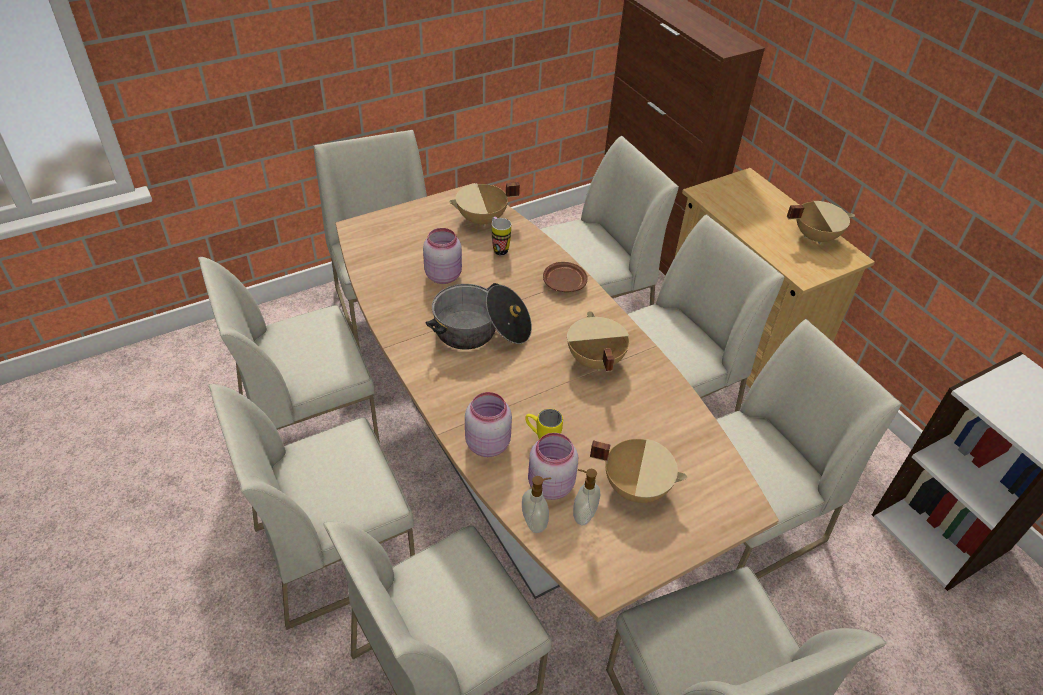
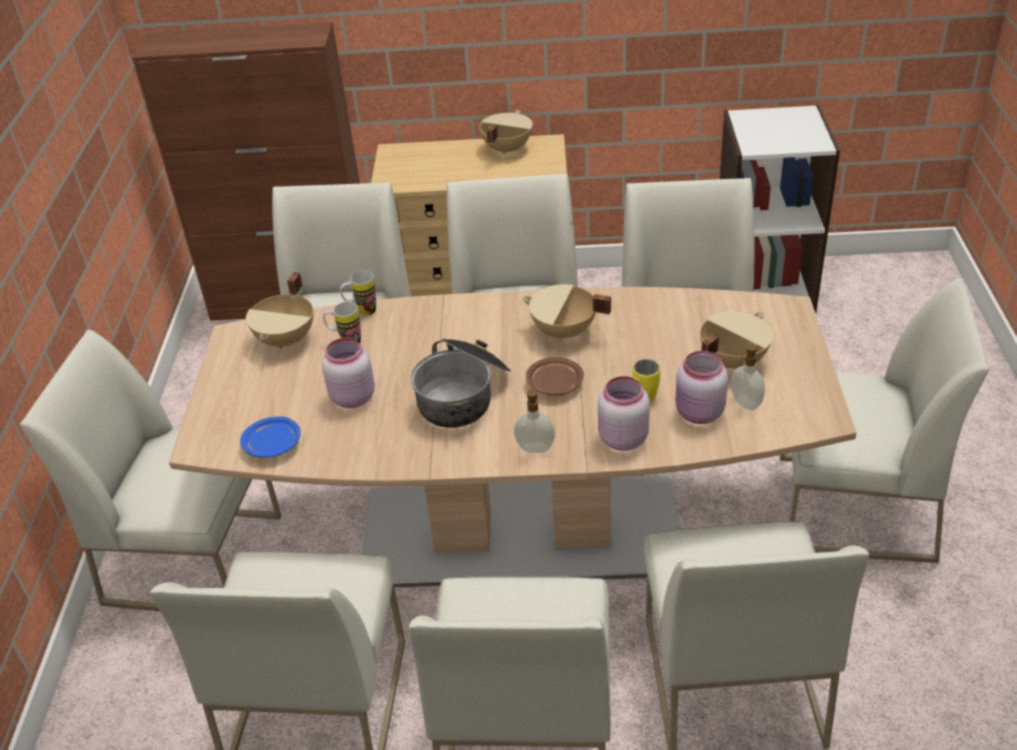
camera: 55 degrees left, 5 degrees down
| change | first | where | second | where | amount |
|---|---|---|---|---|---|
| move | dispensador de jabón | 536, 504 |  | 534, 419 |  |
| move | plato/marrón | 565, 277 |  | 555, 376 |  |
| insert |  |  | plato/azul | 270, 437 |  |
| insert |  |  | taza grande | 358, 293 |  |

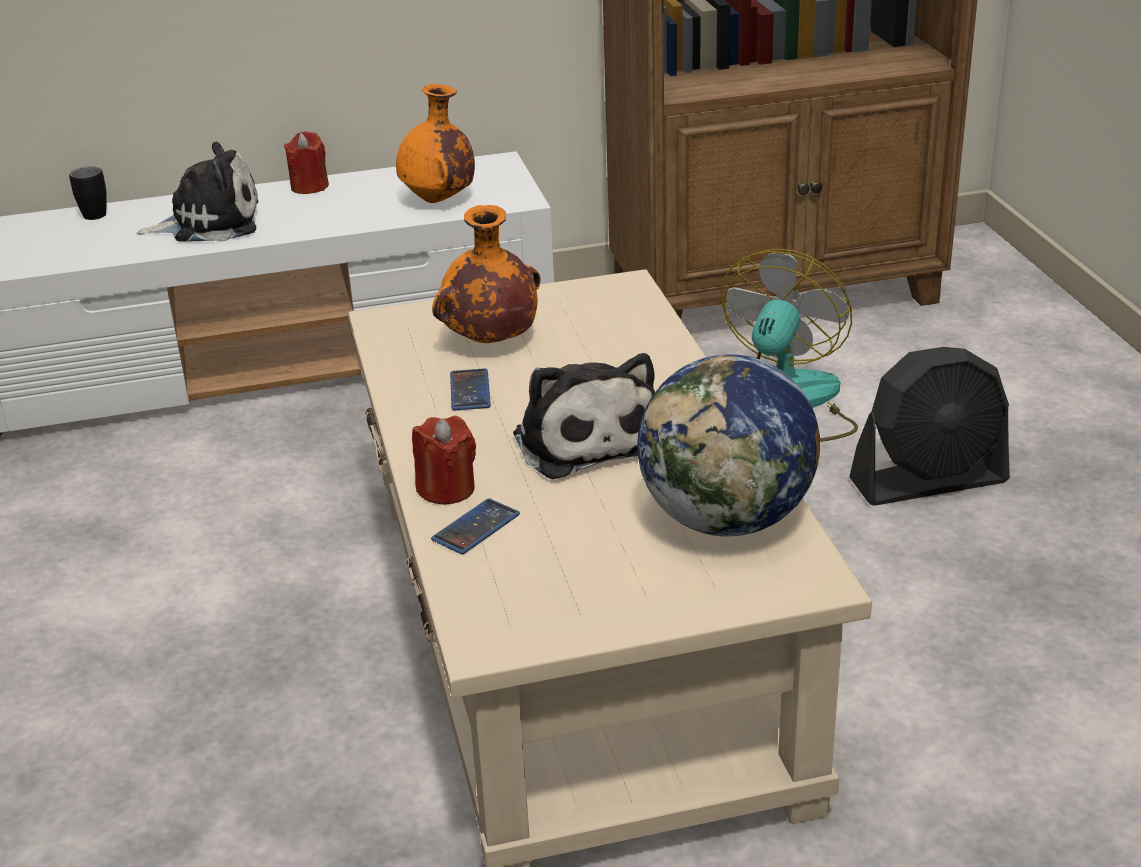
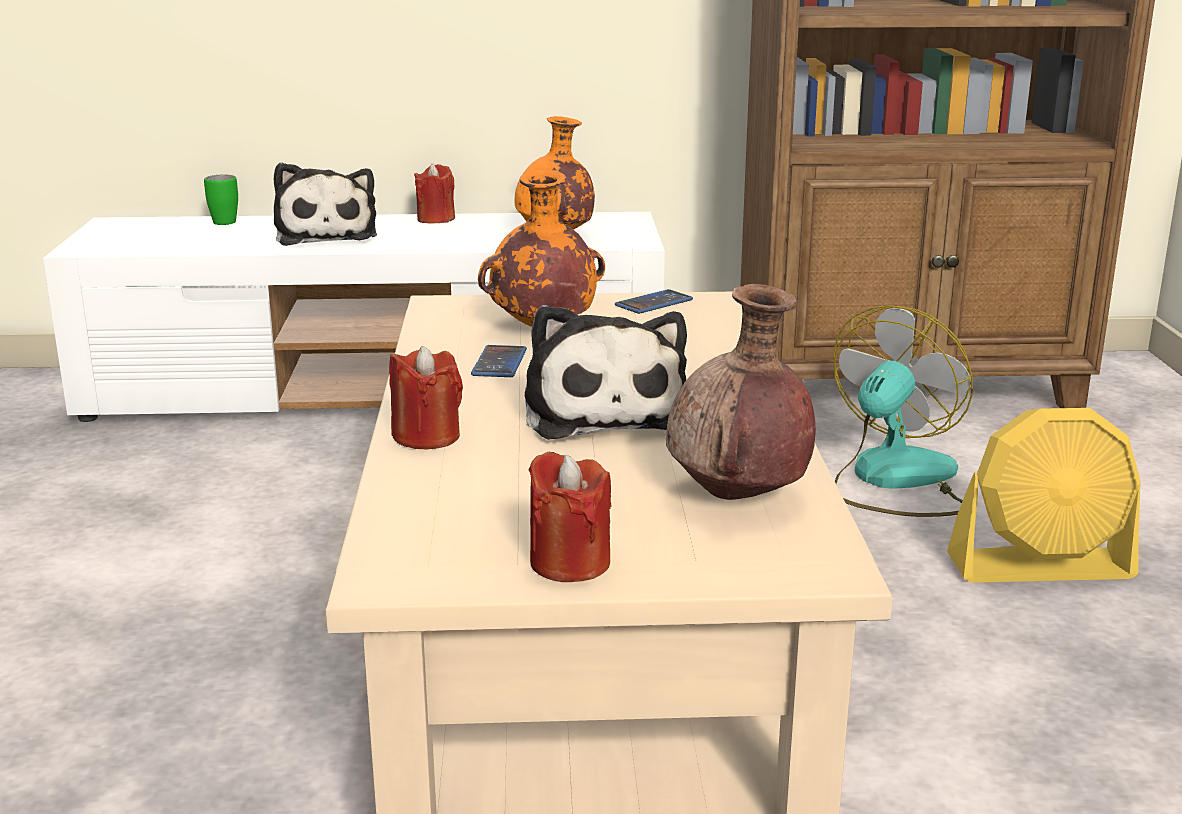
camera: 10 degrees right, 10 degrees down
| change | first | where | second | where | amount |
|---|---|---|---|---|---|
| recolor | taza grande/negro | 87, 193 | taza grande/verde | 221, 200 |  |
| rotate | peluche | 197, 192 |  | 325, 204 | 75 degrees clockwise |
| move | móvil | 475, 526 |  | 654, 301 |  |
| replace | globo terráqueo | 728, 445 | florero/marrón | 741, 392 |  |
| recolor | ventilador/negro | 929, 426 | ventilador/amarillo | 1044, 495 |  |
| insert |  |  | vela/rojo | 570, 516 |  |

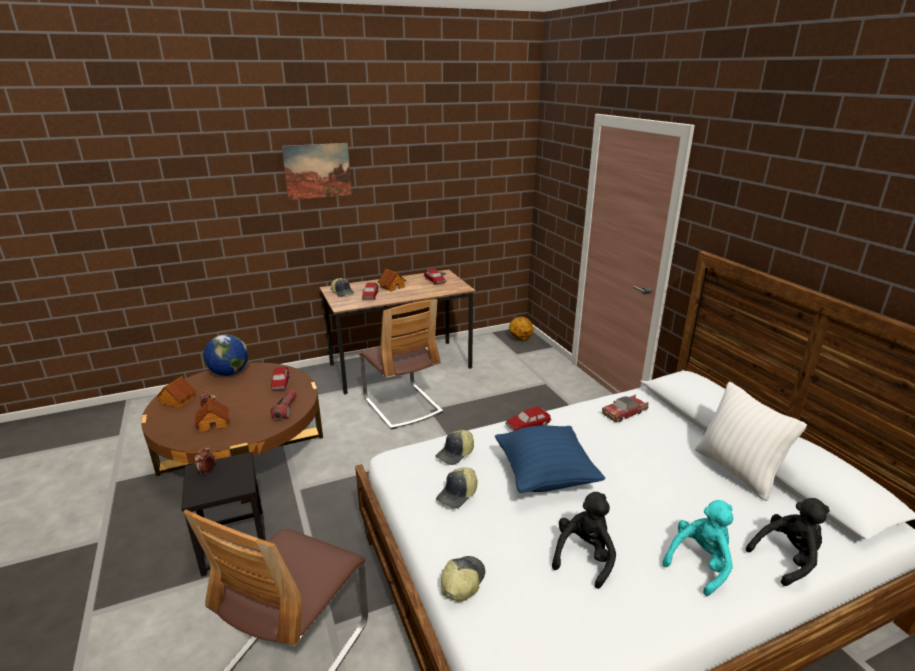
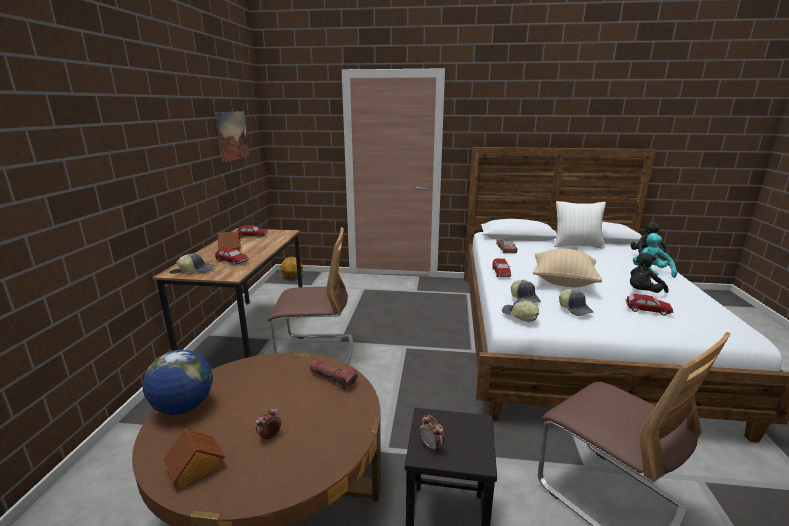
camera: 60 degrees left, 5 degrees down
| change | first | where | second | where | amount |
|---|---|---|---|---|---|
| delete | casita | 212, 415 |  |  |  |
| move | coche de juguete | 280, 378 |  | 650, 305 |  |
| move | cuadro | 317, 171 |  | 233, 137 |  |
| move | gorra | 463, 579 |  | 520, 310 |  |
| recolor | cojín/azul | 550, 459 | cojín/beis | 567, 268 |  |
| rotate | peluche/negro | 584, 540 |  | 649, 273 | 90 degrees counterclockwise |

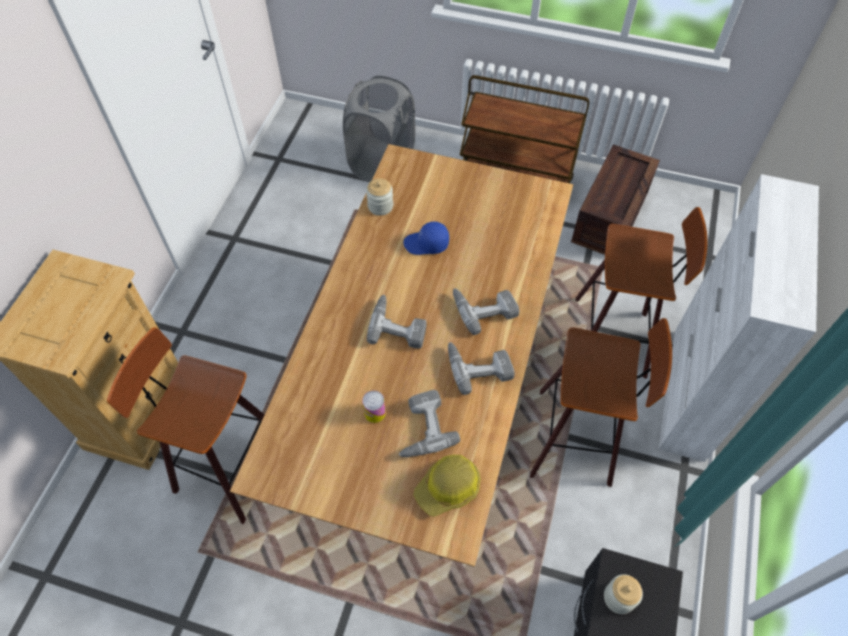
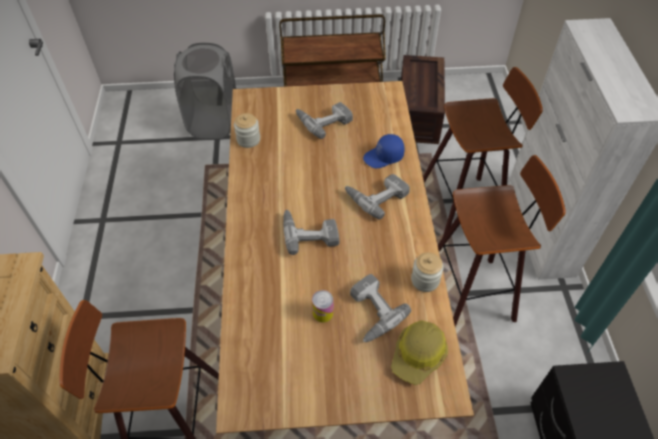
camera: 20 degrees left, 5 degrees down
| change | first | where | second | where | amount |
|---|---|---|---|---|---|
| move | gorra/azul | 426, 238 |  | 384, 151 |  |
| move | taladro | 481, 368 |  | 324, 120 |  |
| move | tarro | 623, 594 |  | 427, 272 |  |

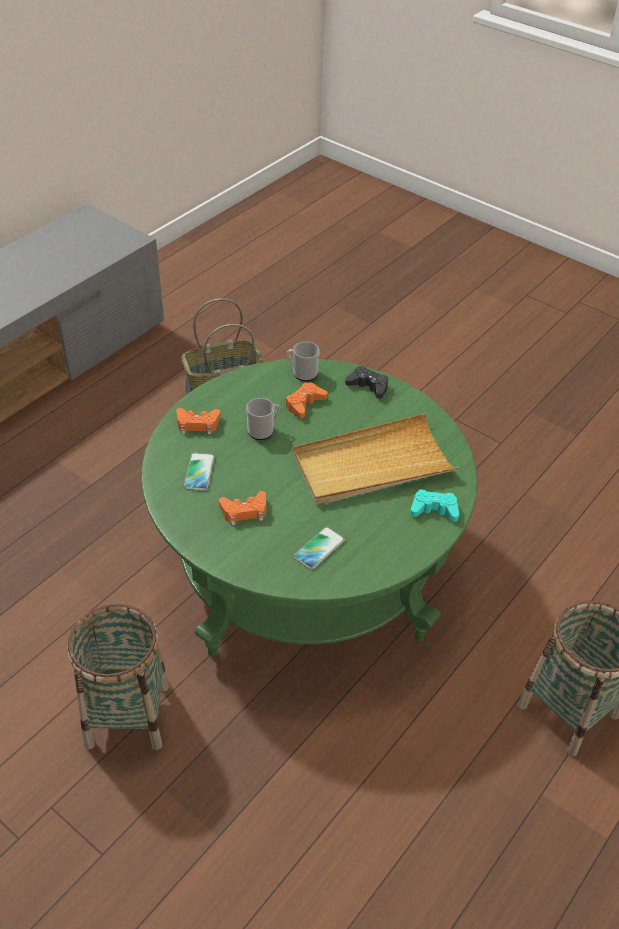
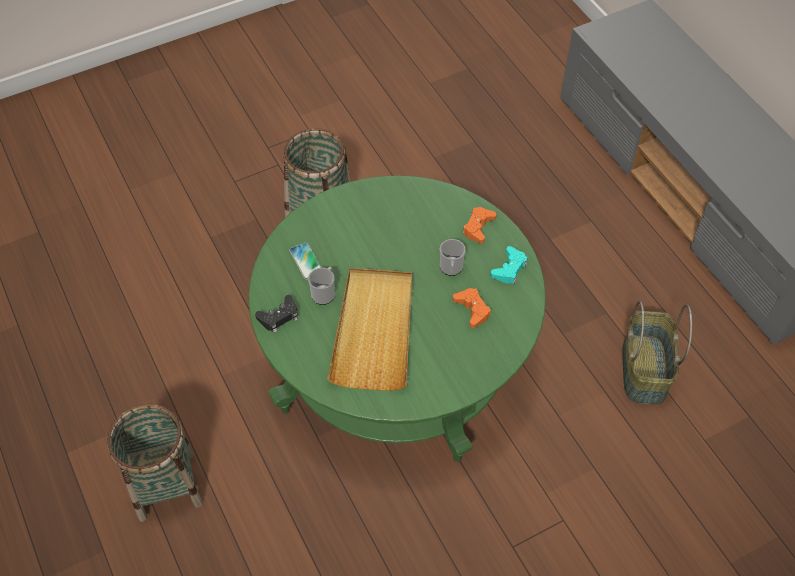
camera: 115 degrees right, 10 degrees up
| change | first | where | second | where | amount |
|---|---|---|---|---|---|
| delete | móvil | 199, 471 |  |  |  |
| delete | mando de consola/naranja | 242, 508 |  |  |  |
| move | taza grande | 303, 361 |  | 321, 286 |  |
| move | mando de consola/negro | 366, 382 |  | 276, 314 |  |
| move | mando de consola/turquesa | 434, 505 |  | 509, 265 |  |

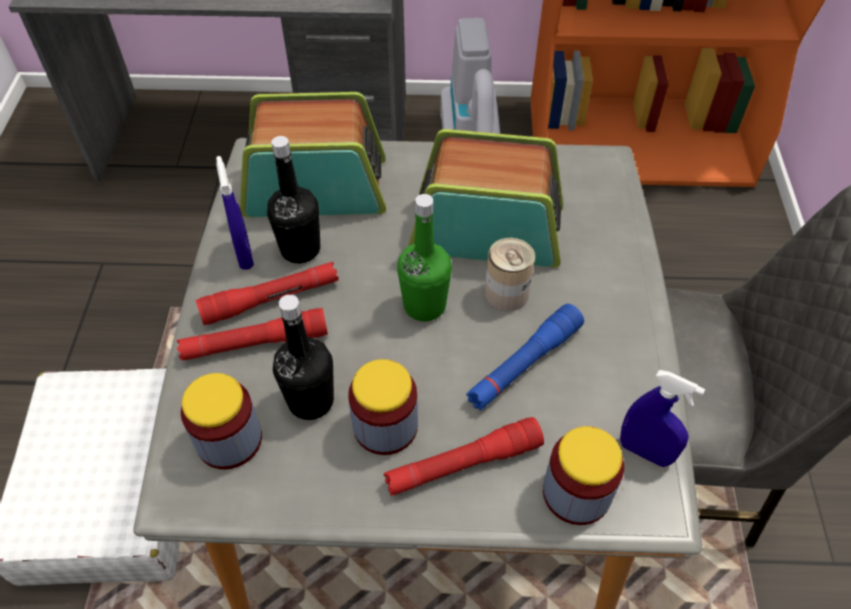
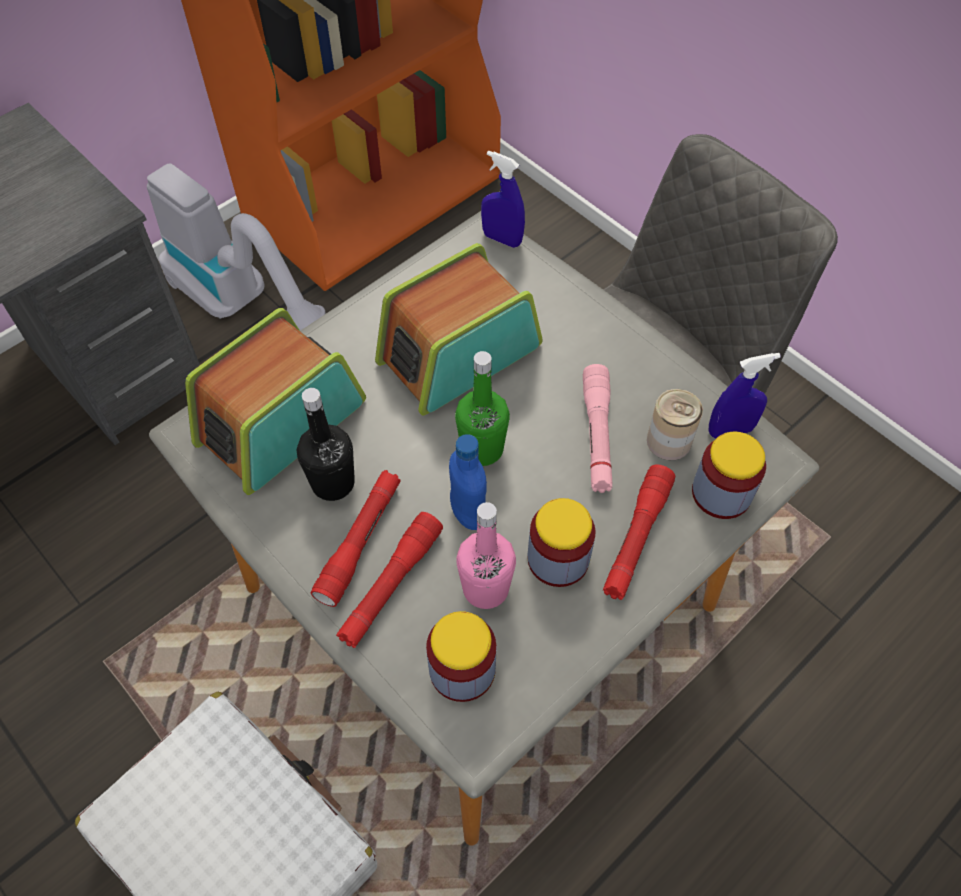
camera: 45 degrees left, 5 degrees up
| change | first | where | second | where | amount |
|---|---|---|---|---|---|
| move | pulverizador/azul | 235, 213 |  | 503, 199 |  |
| recolor | botella/negro | 303, 357 | botella/rosa | 486, 555 |  |
| recolor | linterna/azul | 525, 357 | linterna/rosa | 598, 428 |  |
| move | lata | 510, 274 |  | 675, 424 |  |
| insert |  |  | botella/azul | 468, 482 |  |

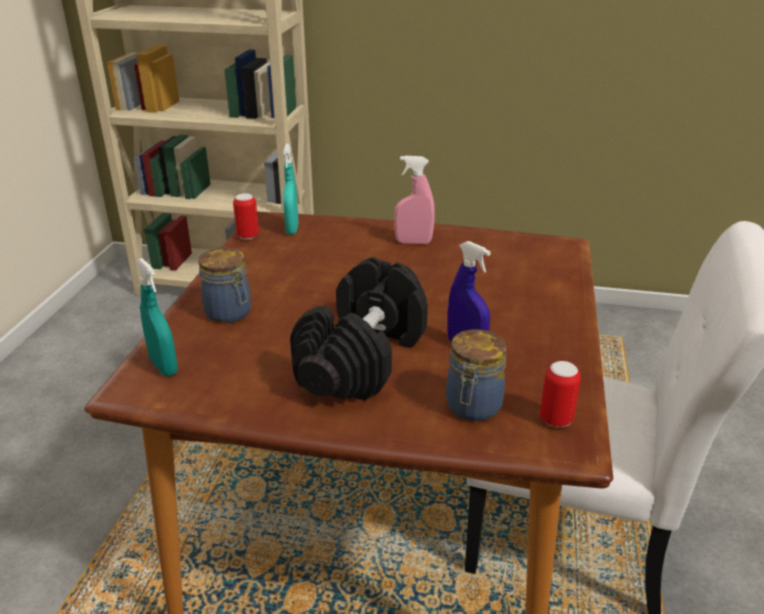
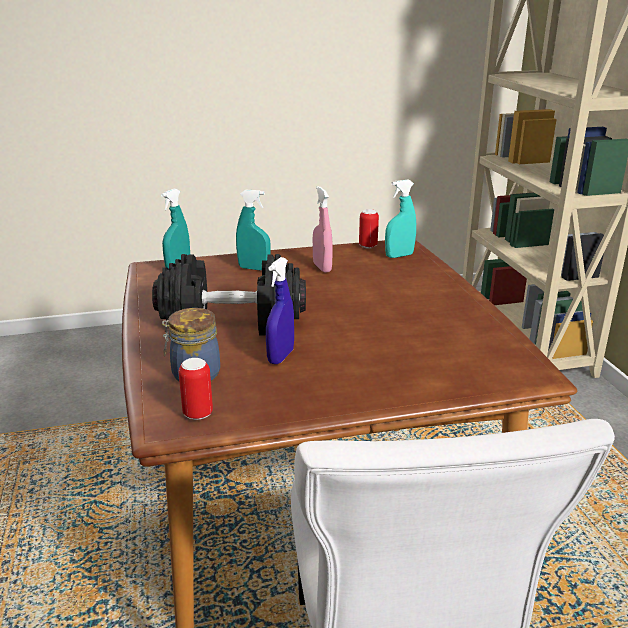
camera: 65 degrees right, 5 degrees down
| change | first | where | second | where | amount |
|---|---|---|---|---|---|
| replace | tarro | 224, 285 | pulverizador/turquesa | 253, 230 |  |
| move | pulverizador/rosa | 414, 200 |  | 323, 229 |  |

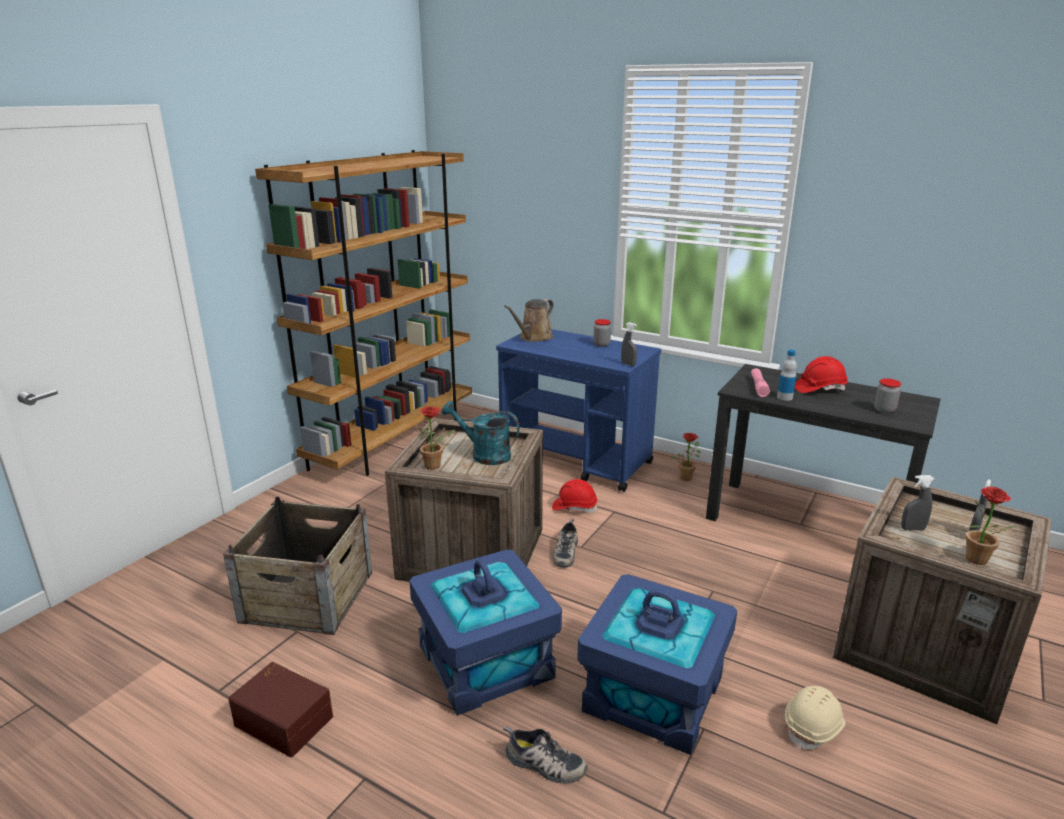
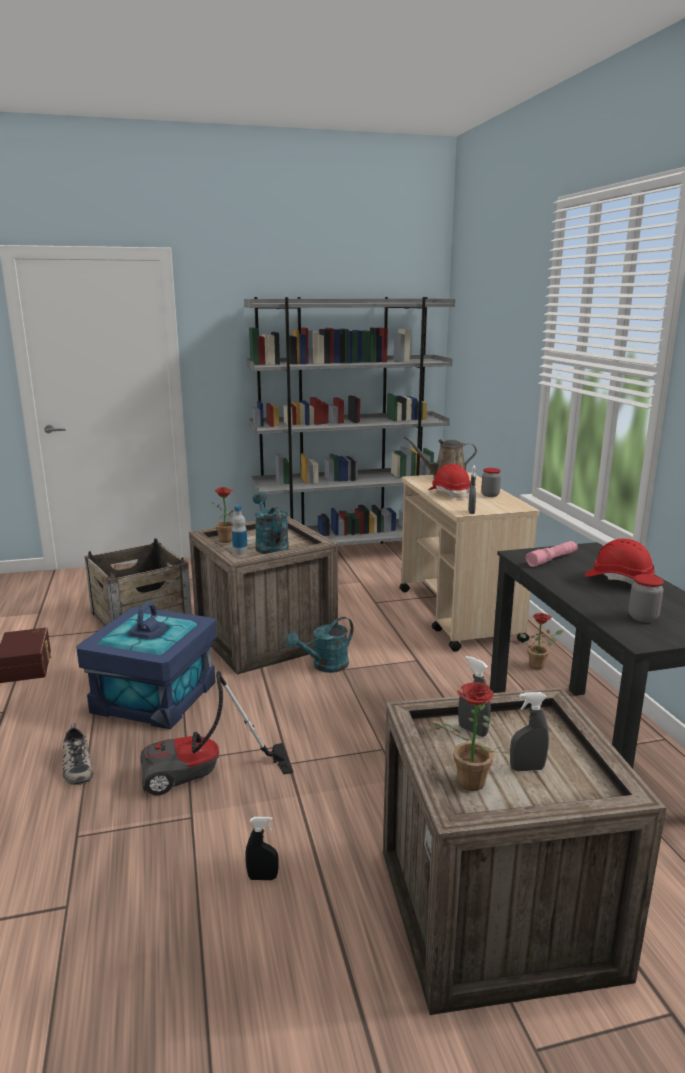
camera: 45 degrees right, 5 degrees down
| change | first | where | second | where | amount |
|---|---|---|---|---|---|
| recolor | estantería/marrón | 363, 313 | estantería/gris | 349, 421 |  |
| recolor | carrito/azul | 578, 410 | carrito/beis | 469, 562 |  |
| move | casco/rojo | 575, 496 |  | 449, 481 |  |
| replace | zapato | 565, 543 | regadera/turquesa | 319, 645 |  |
| replace | caja de almacenaje/azul | 657, 664 | aspiradora | 216, 733 |  |
| move | botella | 787, 375 |  | 240, 530 |  |
| replace | casco/beis | 815, 718 | pulverizador/negro | 261, 848 |  |

